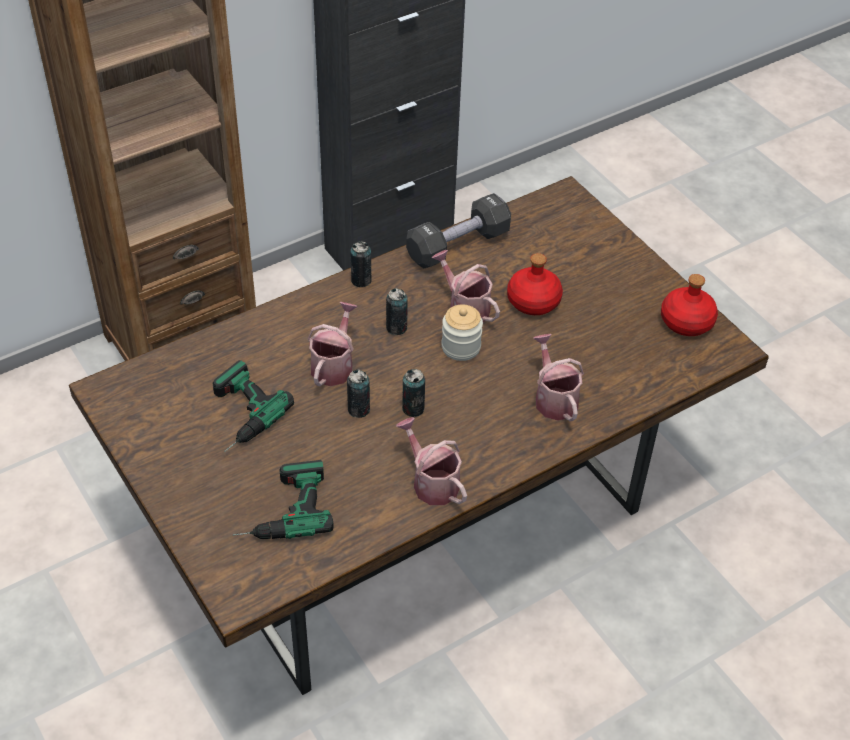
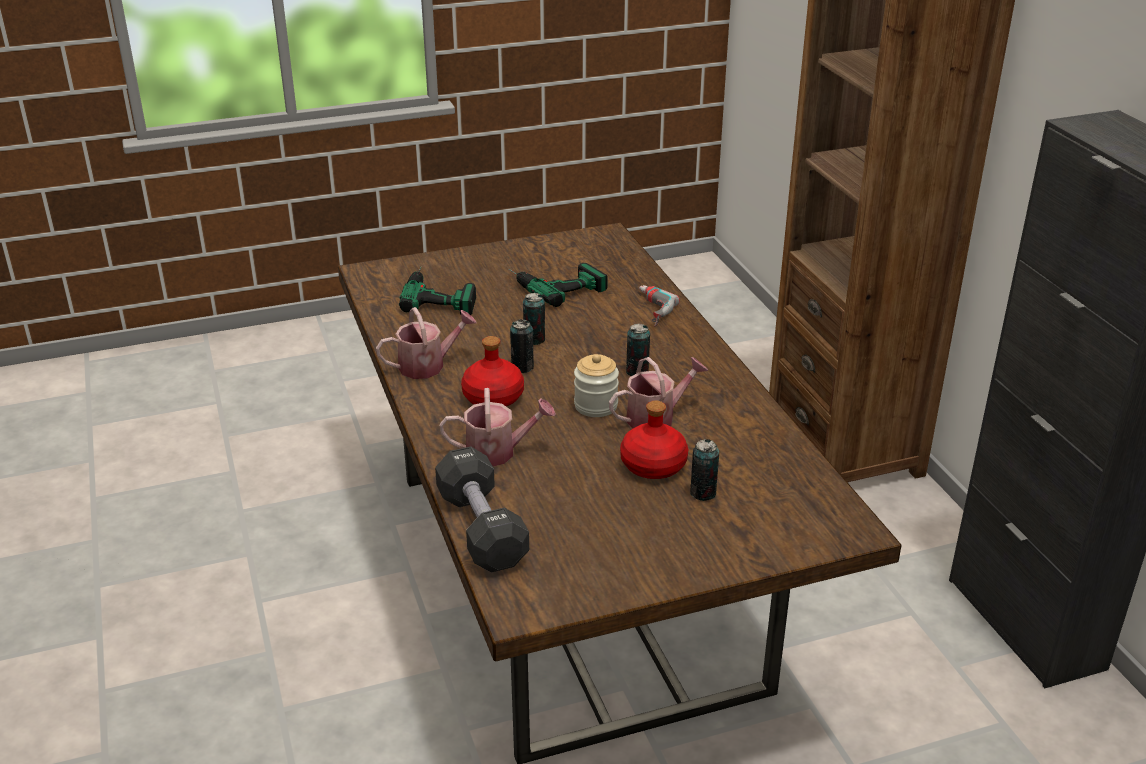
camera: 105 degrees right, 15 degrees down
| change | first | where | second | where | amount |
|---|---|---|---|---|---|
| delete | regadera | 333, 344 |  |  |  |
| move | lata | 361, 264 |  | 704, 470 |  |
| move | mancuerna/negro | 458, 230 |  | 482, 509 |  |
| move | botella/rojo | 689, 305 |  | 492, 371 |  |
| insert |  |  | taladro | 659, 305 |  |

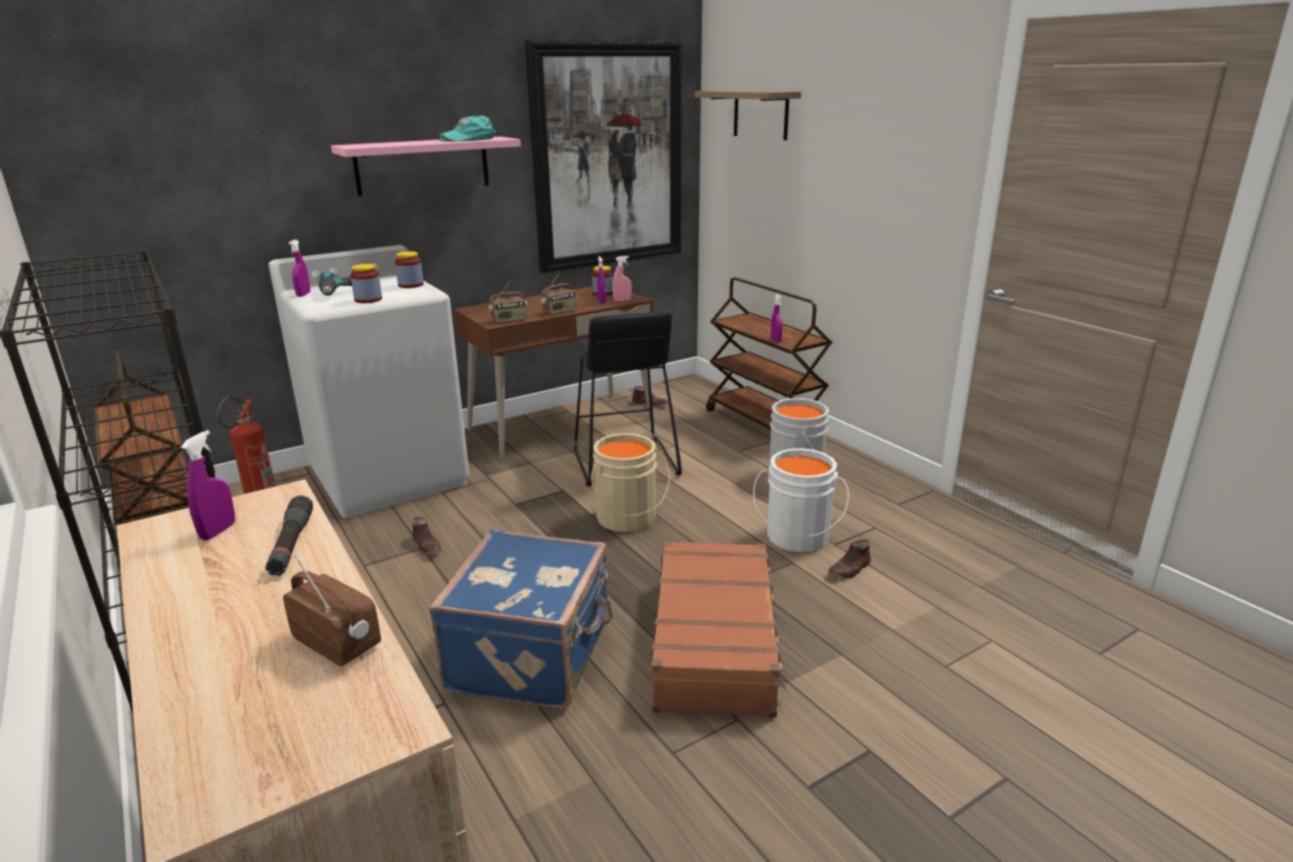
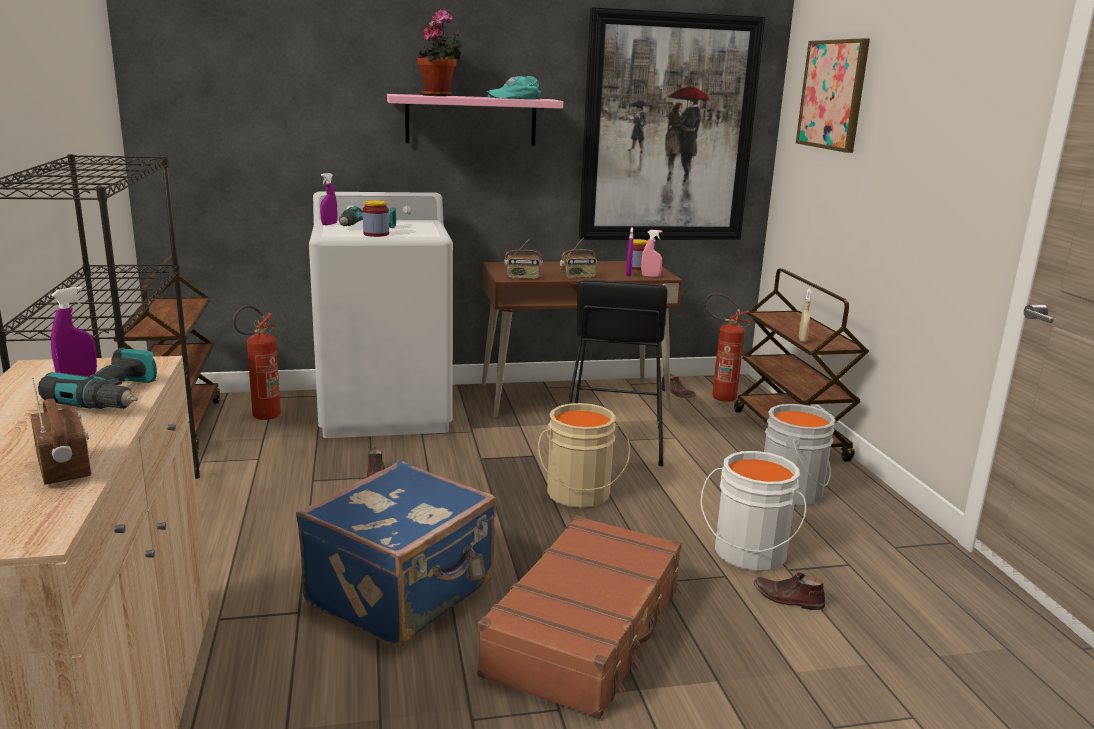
camera: 20 degrees right, 5 degrees down
| change | first | where | second | where | amount |
|---|---|---|---|---|---|
| replace | linterna/negro | 289, 535 | taladro | 97, 378 |  |
| delete | tarro | 409, 269 |  |  |  |
| replace | estante | 748, 115 | cuadro | 833, 95 |  |
| recolor | pulverizador/morado | 776, 318 | pulverizador/beis | 805, 315 |  |
| rotate | zapato/marrón | 849, 559 |  | 789, 591 | 45 degrees clockwise |
| insert |  |  | planta en maceta | 440, 52 |  |
| insert |  |  | extintor | 727, 347 |  |

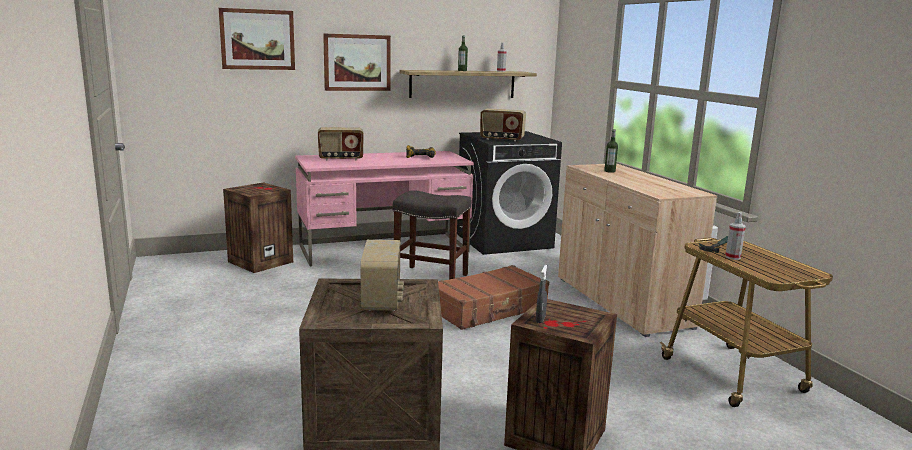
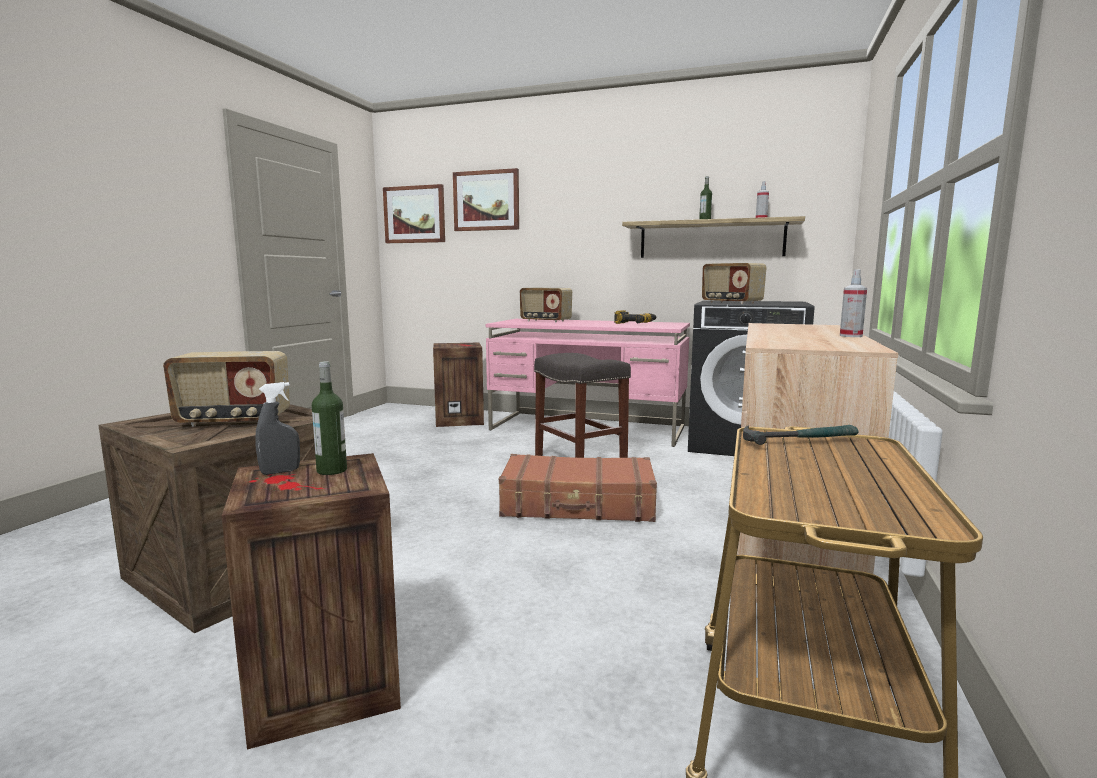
camera: 40 degrees right, 5 degrees down
| change | first | where | second | where | amount |
|---|---|---|---|---|---|
| move | cuadro | 357, 62 |  | 414, 213 |  |
| rotate | radio | 382, 275 |  | 226, 389 | 45 degrees clockwise |
| move | botella | 611, 151 |  | 329, 418 |  |
| move | pulverizador | 735, 236 |  | 853, 303 |  |

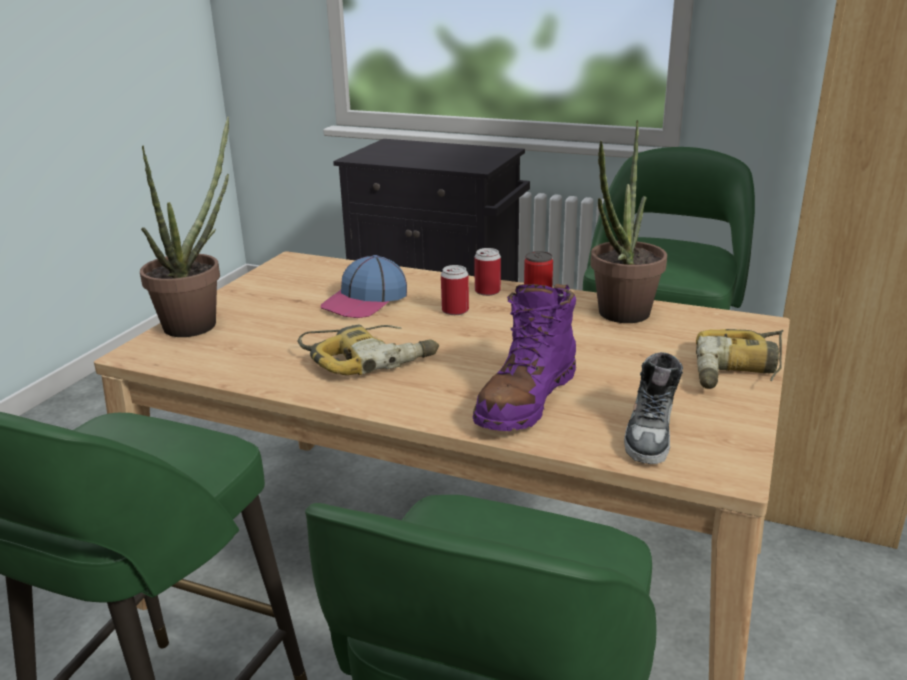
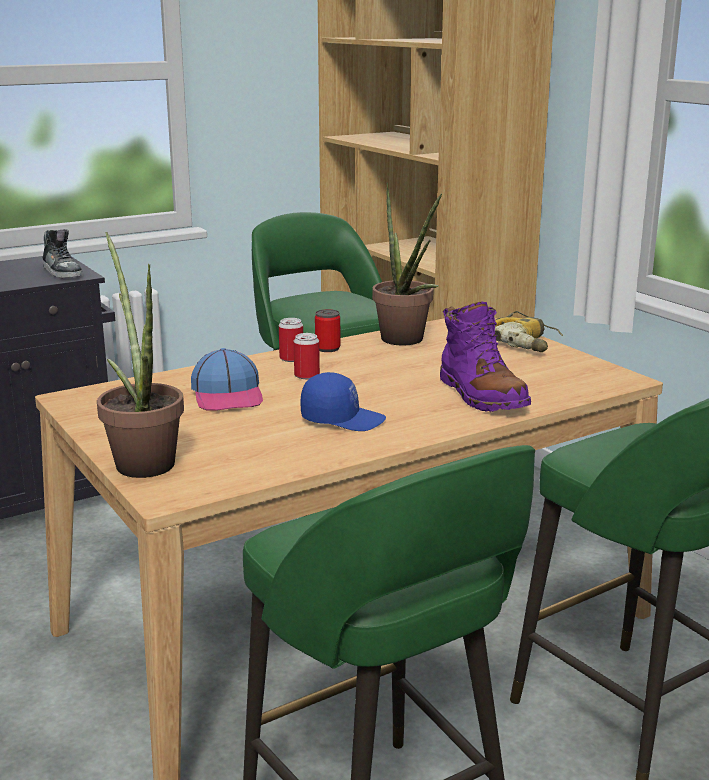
camera: 55 degrees left, 5 degrees down
| change | first | where | second | where | amount |
|---|---|---|---|---|---|
| replace | taladro | 368, 349 | gorra/azul | 343, 401 |  |
| move | zapato | 653, 408 |  | 63, 253 |  |

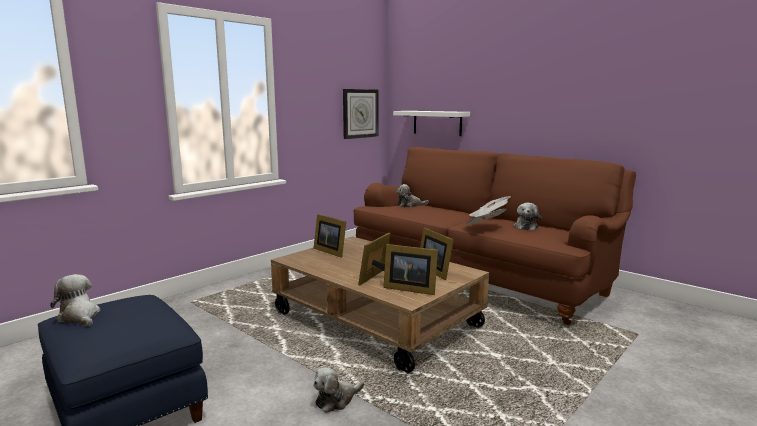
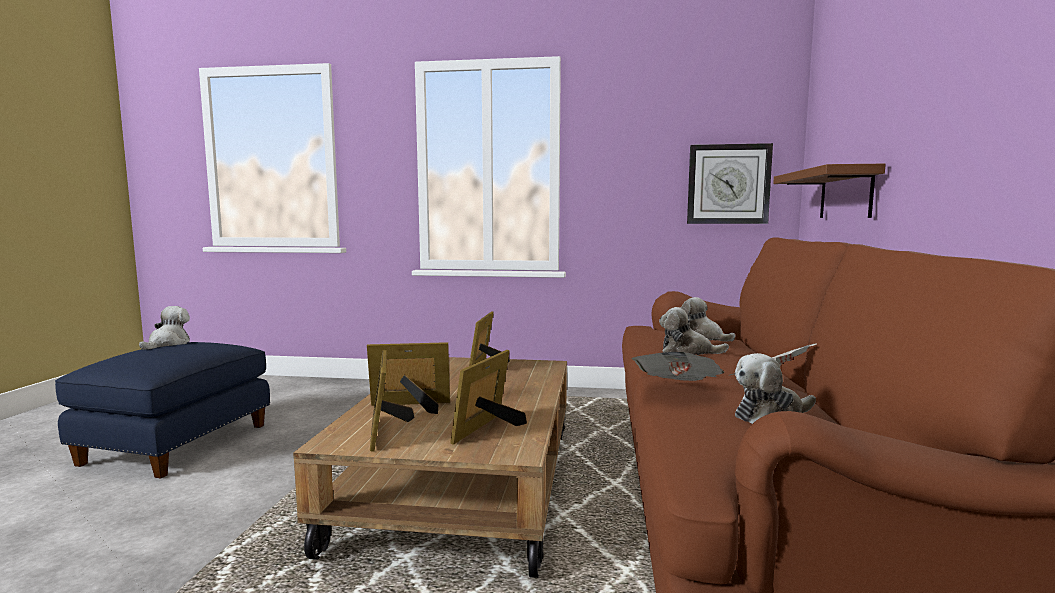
camera: 55 degrees right, 5 degrees down
| change | first | where | second | where | amount |
|---|---|---|---|---|---|
| move | peluche | 338, 390 |  | 694, 331 |  |
| recolor | estante/blanco | 431, 123 | estante/marrón | 829, 191 |  |

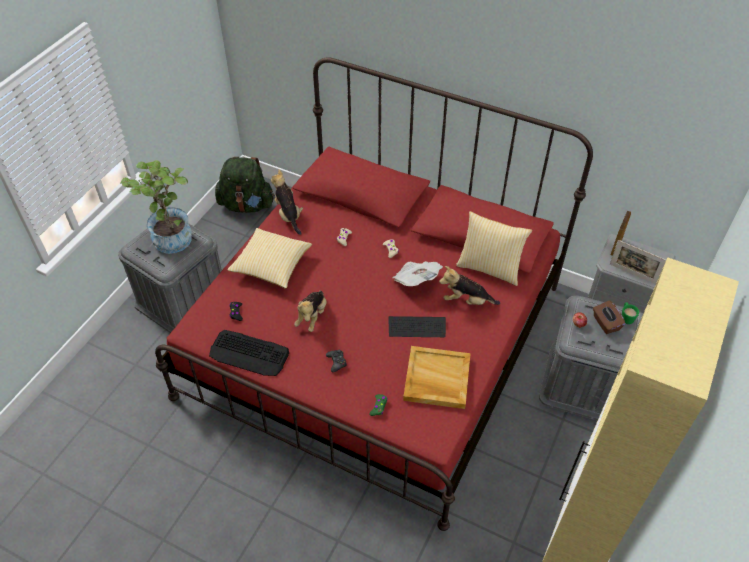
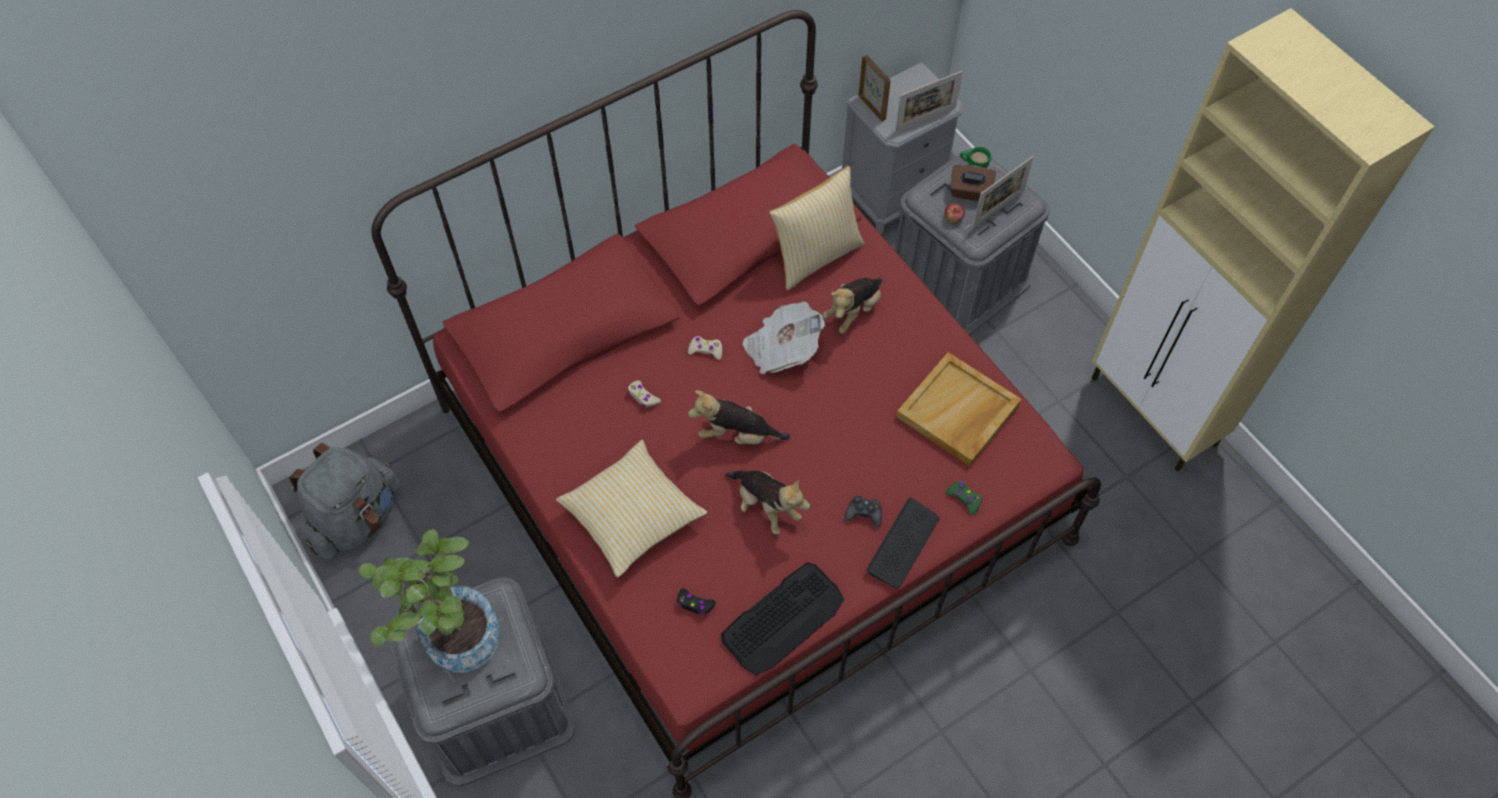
camera: 60 degrees left, 10 degrees up
| change | first | where | second | where | amount |
|---|---|---|---|---|---|
| recolor | mochila/verde | 244, 185 | mochila/gris | 344, 501 |  |
| move | peluche | 287, 202 |  | 739, 417 |  |
| move | teclado | 417, 326 |  | 903, 543 |  |
| insert |  |  | portarretratos | 1003, 191 |  |

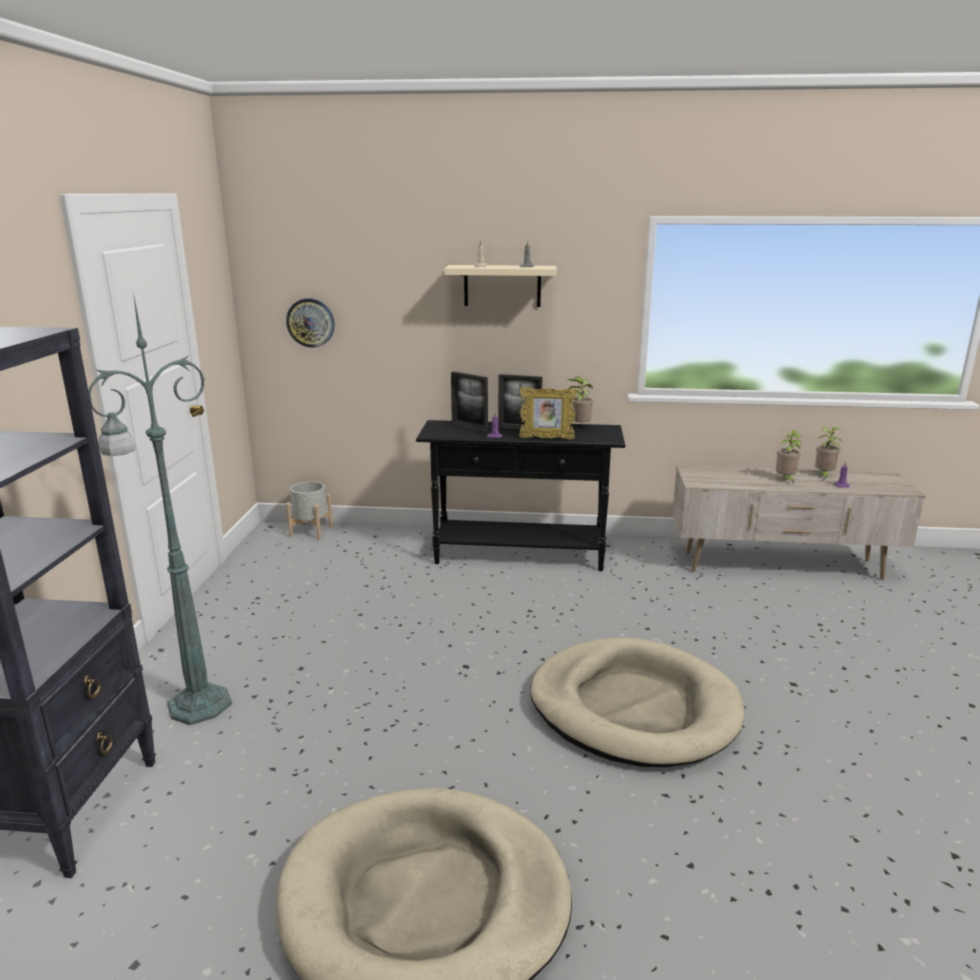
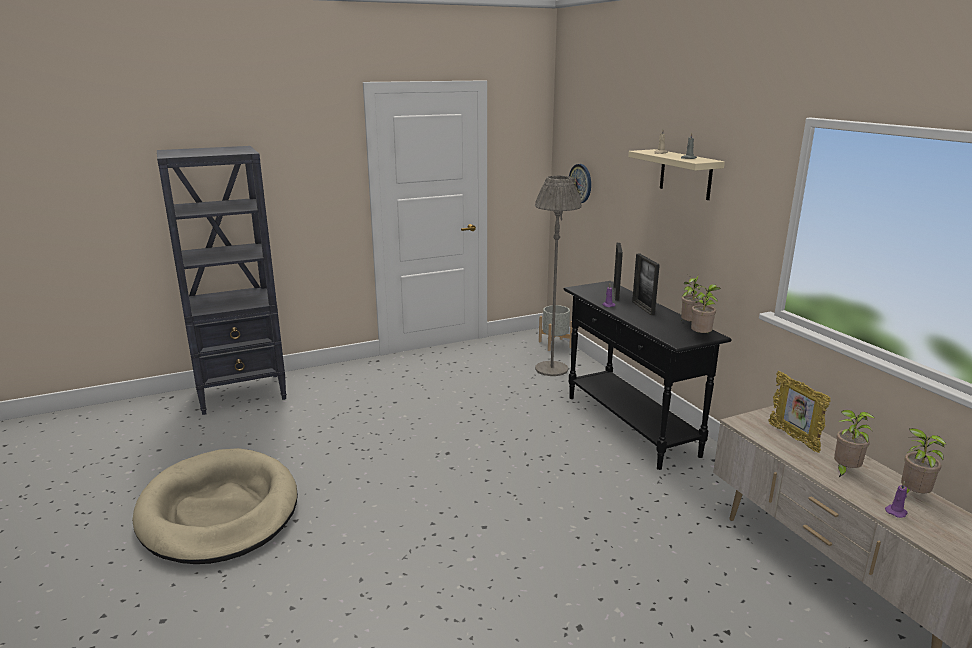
camera: 60 degrees right, 0 degrees up
| change | first | where | second | where | amount |
|---|---|---|---|---|---|
| delete | lámpara de pie/verde | 160, 509 |  |  |  |
| move | portarretratos | 548, 413 |  | 800, 412 |  |
| delete | cama para perro/beis | 637, 702 |  |  |  |
| insert |  |  | lámpara de pie/gris | 558, 275 |  |
| insert |  |  | planta en maceta | 705, 309 |  |

